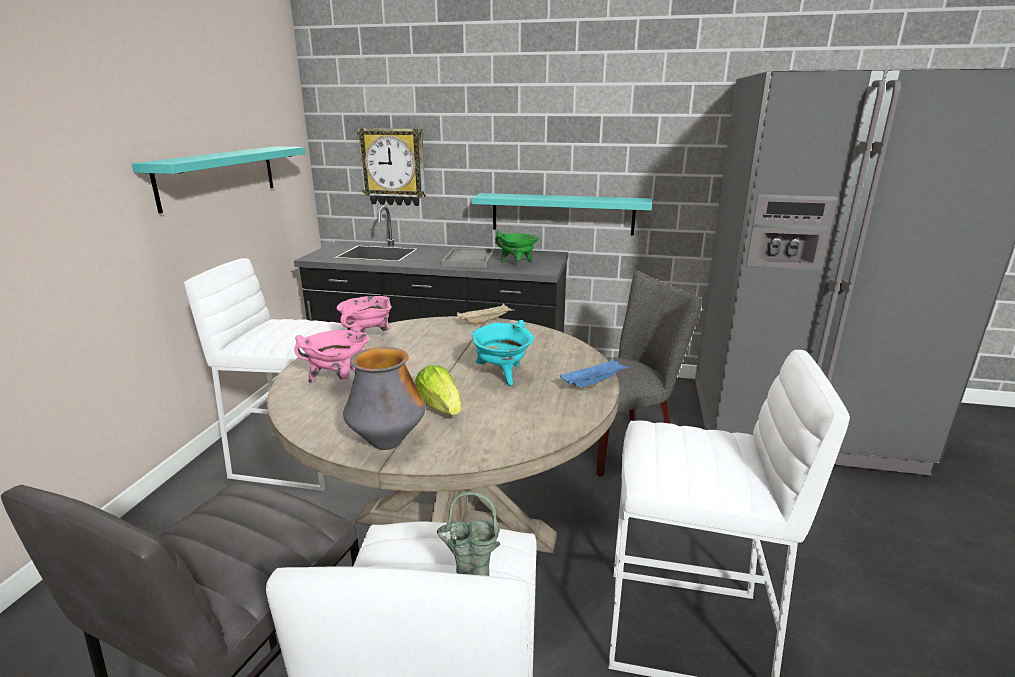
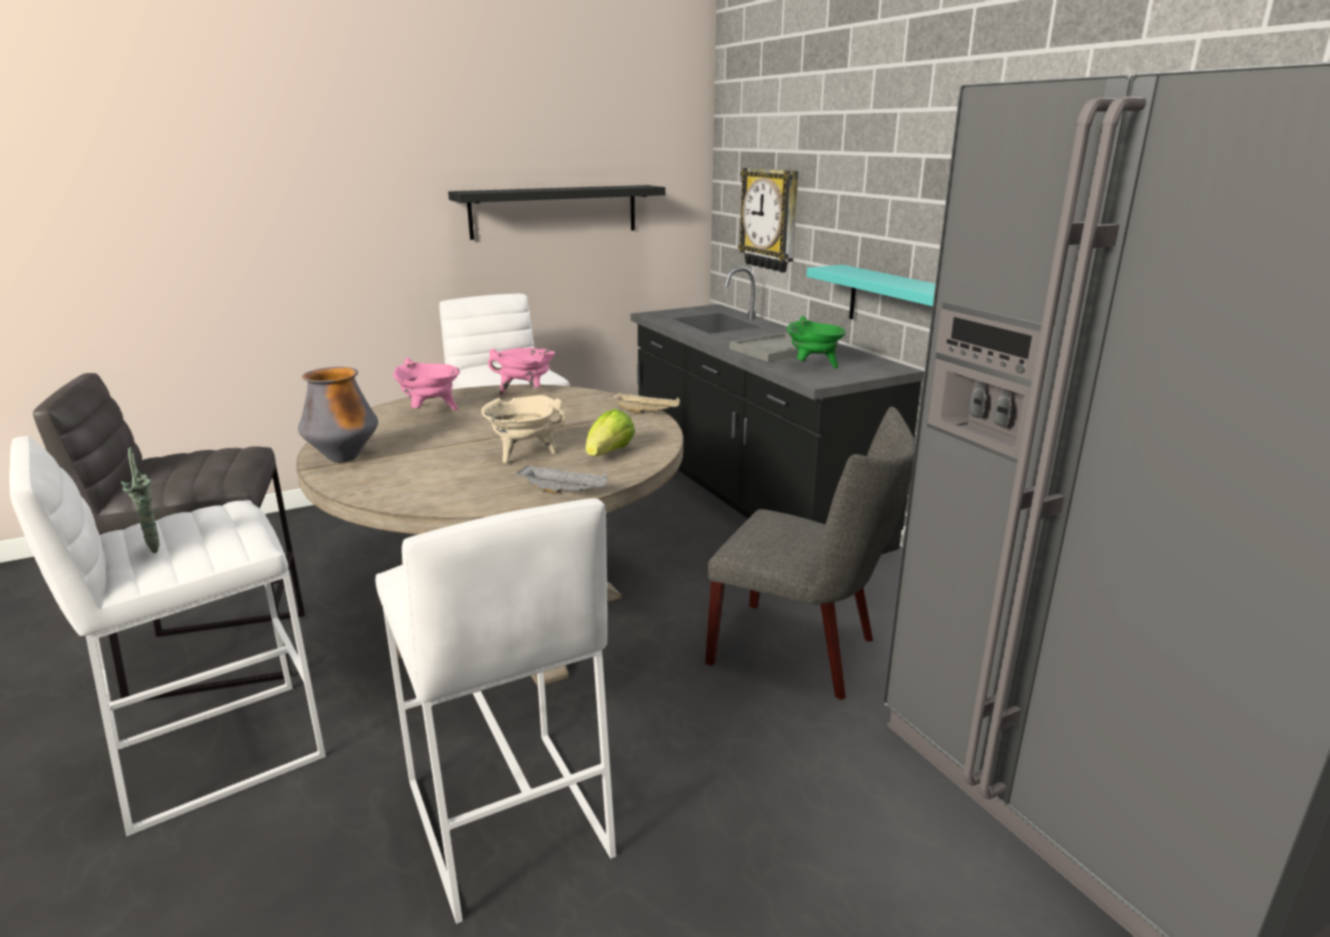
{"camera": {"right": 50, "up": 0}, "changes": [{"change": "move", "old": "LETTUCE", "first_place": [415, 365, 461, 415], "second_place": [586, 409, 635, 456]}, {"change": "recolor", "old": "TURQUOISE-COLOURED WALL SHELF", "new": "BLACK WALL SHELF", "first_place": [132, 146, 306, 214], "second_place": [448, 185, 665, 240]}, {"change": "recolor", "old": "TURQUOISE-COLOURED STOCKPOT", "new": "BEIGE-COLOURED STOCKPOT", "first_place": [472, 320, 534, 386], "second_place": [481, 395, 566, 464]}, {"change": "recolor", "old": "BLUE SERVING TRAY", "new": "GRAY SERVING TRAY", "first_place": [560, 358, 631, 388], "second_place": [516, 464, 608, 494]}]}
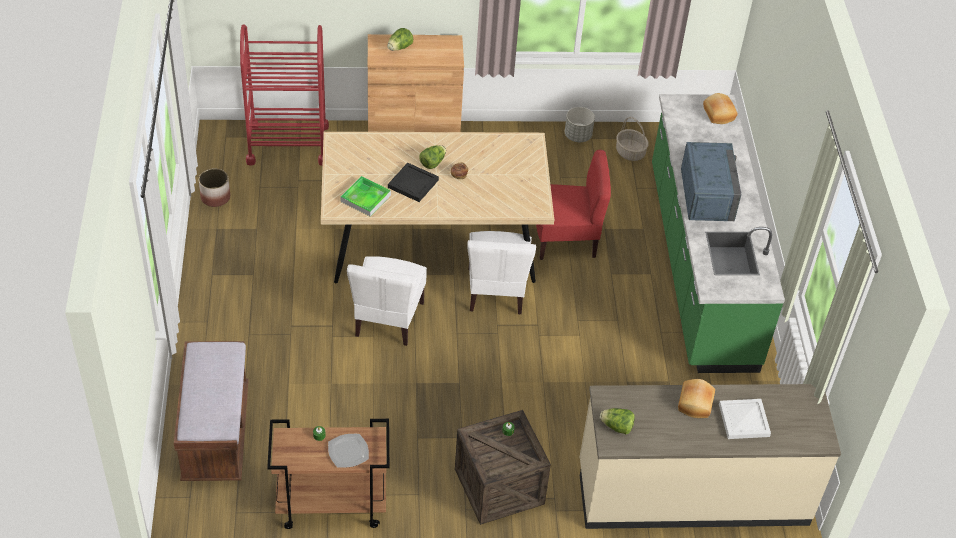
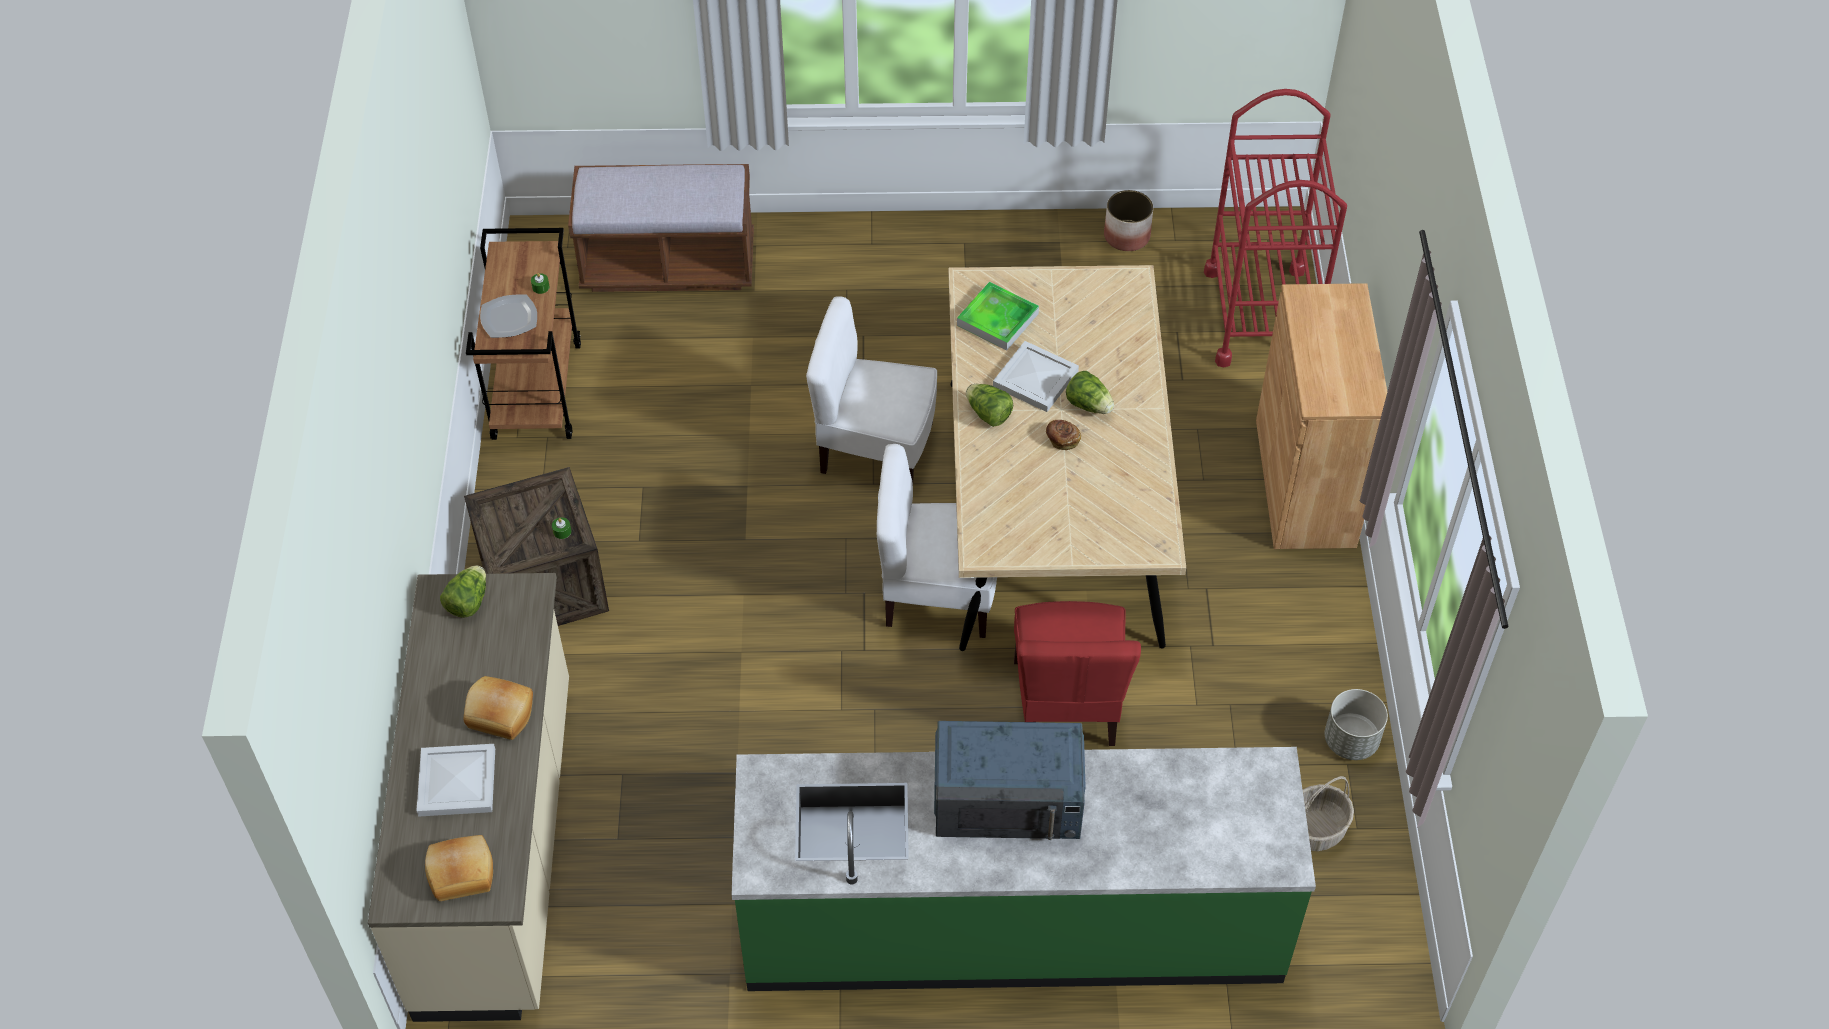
{"camera": {"right": 95, "up": 5}, "changes": [{"change": "move", "old": "LETTUCE", "first_place": [387, 28, 413, 51], "second_place": [966, 384, 1013, 427]}, {"change": "move", "old": "BAKERY BREAD", "first_place": [703, 93, 737, 124], "second_place": [425, 835, 493, 901]}, {"change": "recolor", "old": "BLACK SERVING TRAY", "new": "WHITISH SERVING TRAY", "first_place": [388, 163, 439, 202], "second_place": [993, 341, 1079, 412]}]}
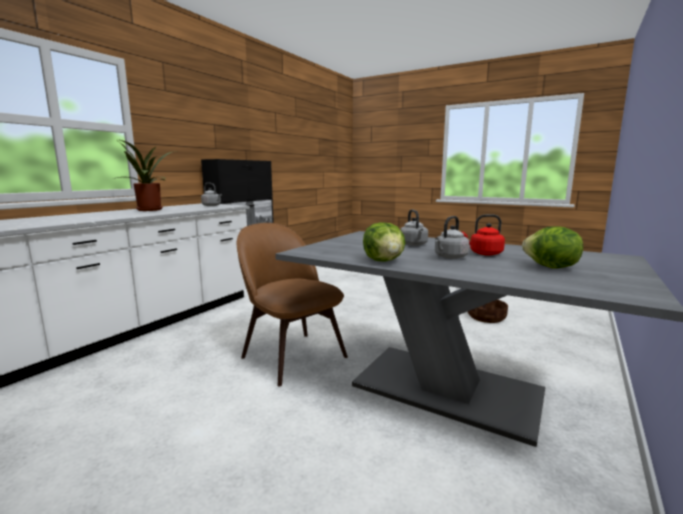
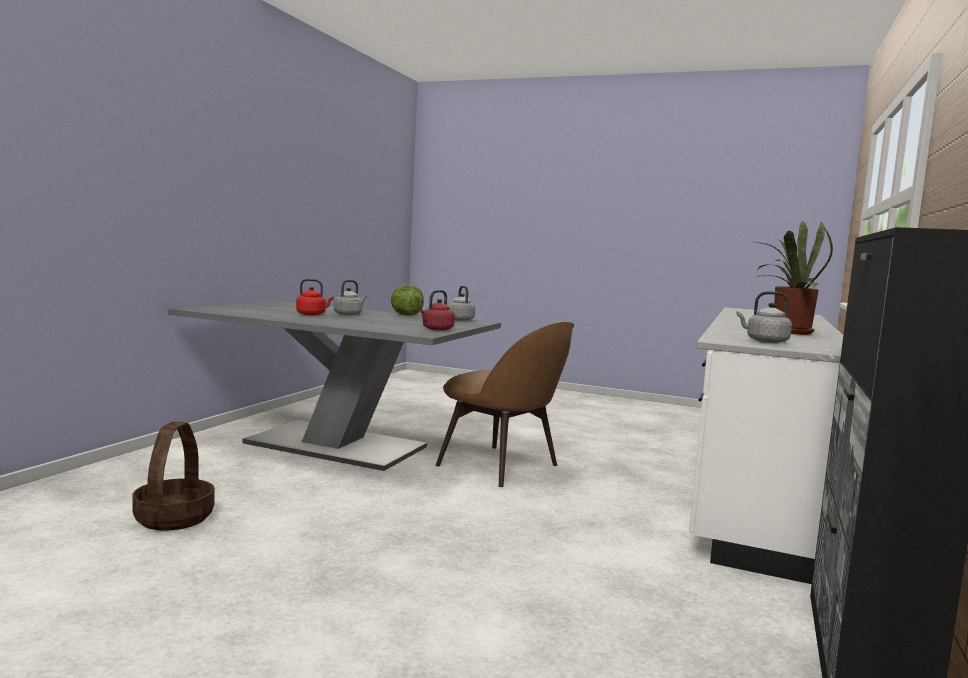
{"camera": {"right": 170, "up": -5}, "changes": [{"change": "delete", "old": "LETTUCE", "first_place": [522, 226, 583, 268]}, {"change": "insert", "new": "RED KETTLE", "second_place": [419, 290, 455, 331]}, {"change": "move", "old": "GRAY KETTLE", "first_place": [400, 209, 428, 246], "second_place": [448, 286, 475, 321]}]}
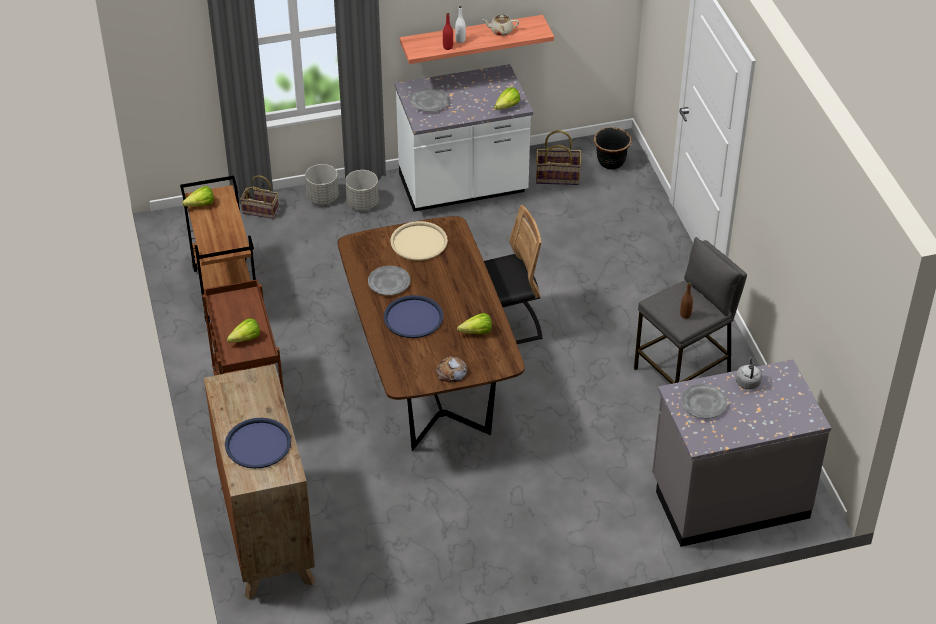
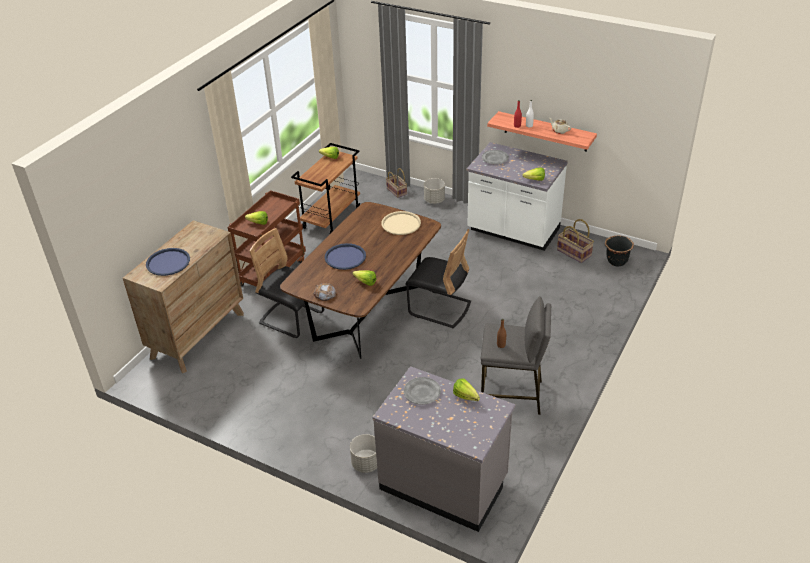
{"camera": {"right": 45, "up": -5}, "changes": [{"change": "delete", "old": "GRAY DINNER PLATE", "first_place": [368, 266, 411, 295]}, {"change": "insert", "new": "BLACK UPRIGHT CHAIR", "second_place": [249, 228, 324, 338]}, {"change": "move", "old": "GRAY FLOWER POT", "first_place": [345, 170, 379, 210], "second_place": [350, 434, 377, 473]}, {"change": "replace", "old": "GRAY KETTLE", "new": "LETTUCE", "first_place": [736, 357, 762, 390], "second_place": [453, 379, 480, 401]}]}
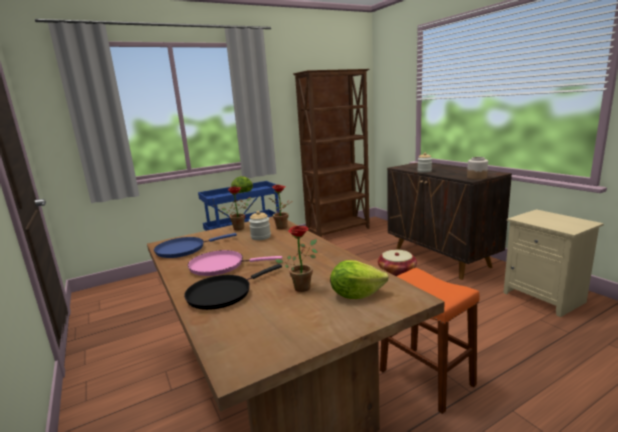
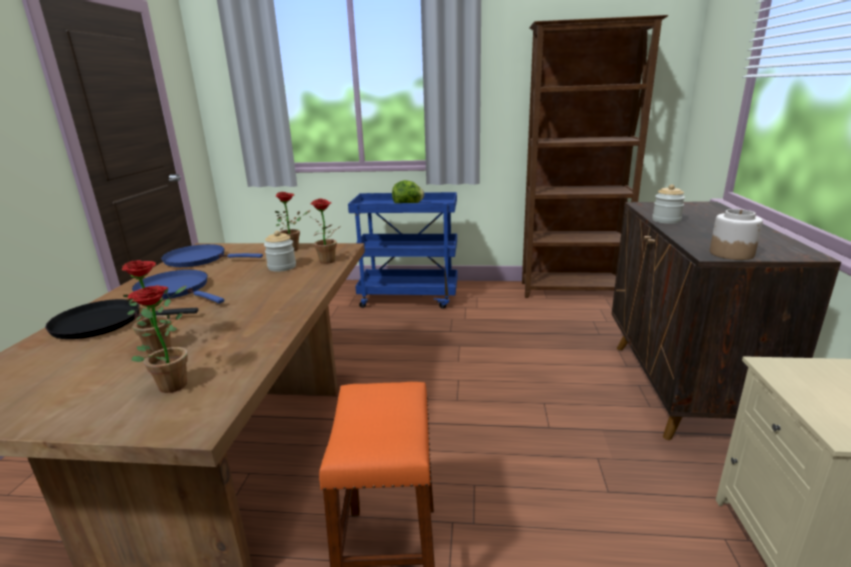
{"camera": {"right": 35, "up": 5}, "changes": [{"change": "delete", "old": "BASKET", "first_place": [378, 250, 417, 276]}, {"change": "replace", "old": "LETTUCE", "new": "PLANT IN A POT", "first_place": [330, 260, 388, 299], "second_place": [128, 285, 188, 393]}, {"change": "recolor", "old": "PINKISH FRYING PAN", "new": "BLUE FRYING PAN", "first_place": [188, 250, 282, 276], "second_place": [132, 270, 224, 303]}]}
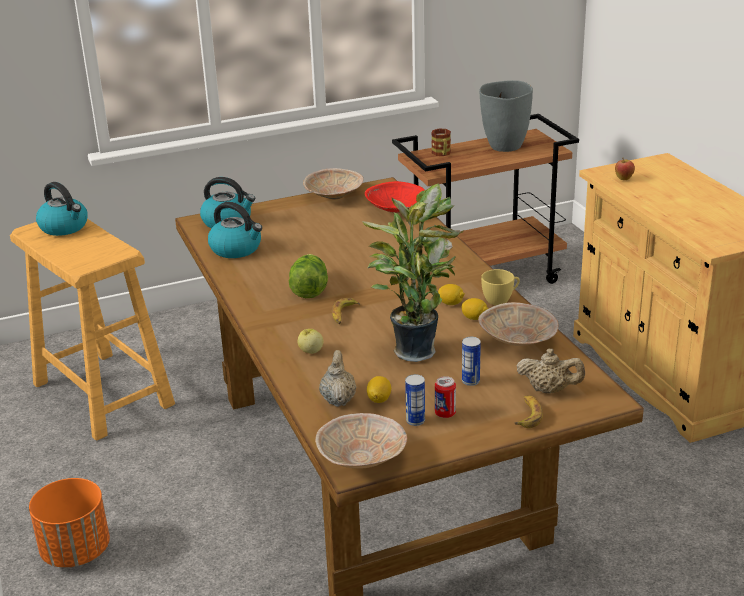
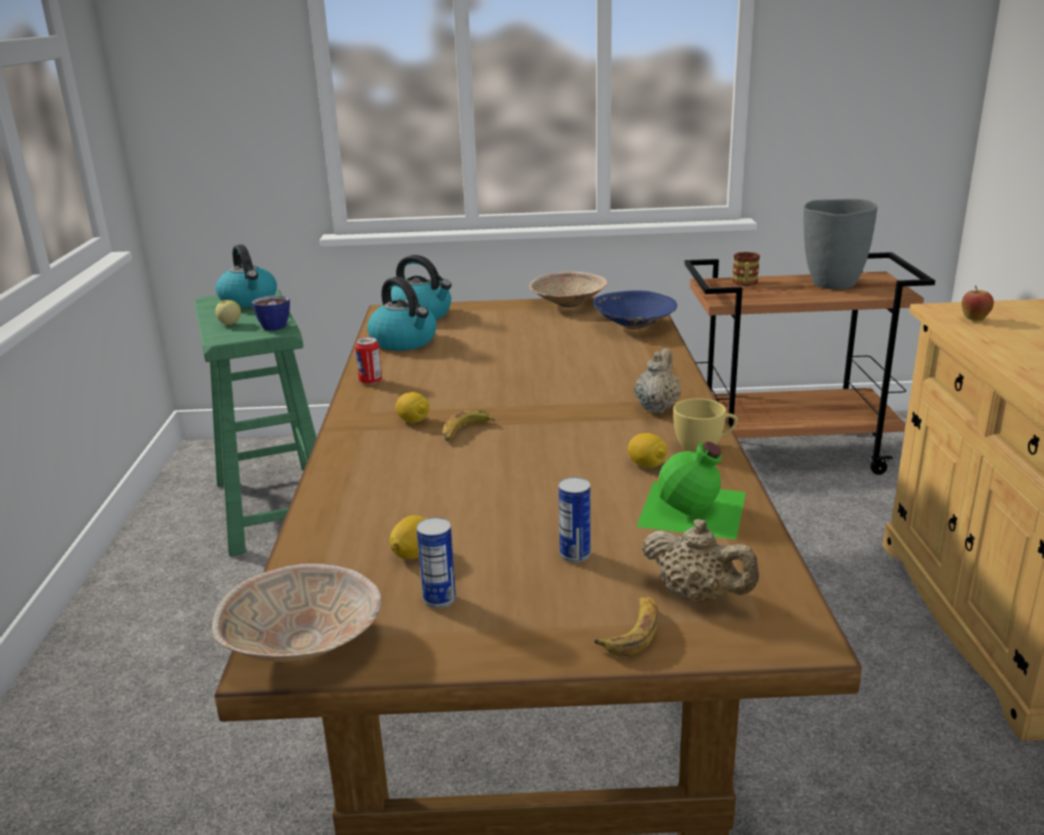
{"camera": {"right": 20, "up": -5}, "changes": [{"change": "delete", "old": "ORANGEY FLOWER POT", "first_place": [29, 478, 110, 568]}, {"change": "delete", "old": "LETTUCE", "first_place": [289, 254, 328, 298]}, {"change": "delete", "old": "PLANT IN A POT", "first_place": [362, 183, 464, 362]}, {"change": "insert", "new": "CUP", "second_place": [252, 295, 290, 330]}, {"change": "move", "old": "APPLE", "first_place": [298, 329, 323, 354], "second_place": [215, 300, 241, 325]}, {"change": "move", "old": "BEIGE-COLOURED POT FOR TEA", "first_place": [319, 350, 357, 407], "second_place": [634, 348, 681, 414]}, {"change": "move", "old": "SEALED CAN", "first_place": [435, 376, 456, 418], "second_place": [355, 337, 382, 385]}, {"change": "move", "old": "LEMON", "first_place": [438, 284, 465, 305], "second_place": [396, 392, 429, 423]}, {"change": "replace", "old": "BEIGE-COLOURED BOWL", "new": "GREENISH BOTTLE", "first_place": [478, 302, 558, 346], "second_place": [636, 442, 746, 539]}, {"change": "recolor", "old": "BEIGE-COLOURED STOOL SEAT", "new": "GREENISH STOOL SEAT", "first_place": [10, 219, 175, 441], "second_place": [194, 289, 317, 556]}, {"change": "recolor", "old": "RED BOWL", "new": "BLUE BOWL", "first_place": [365, 181, 425, 214], "second_place": [593, 290, 677, 329]}]}
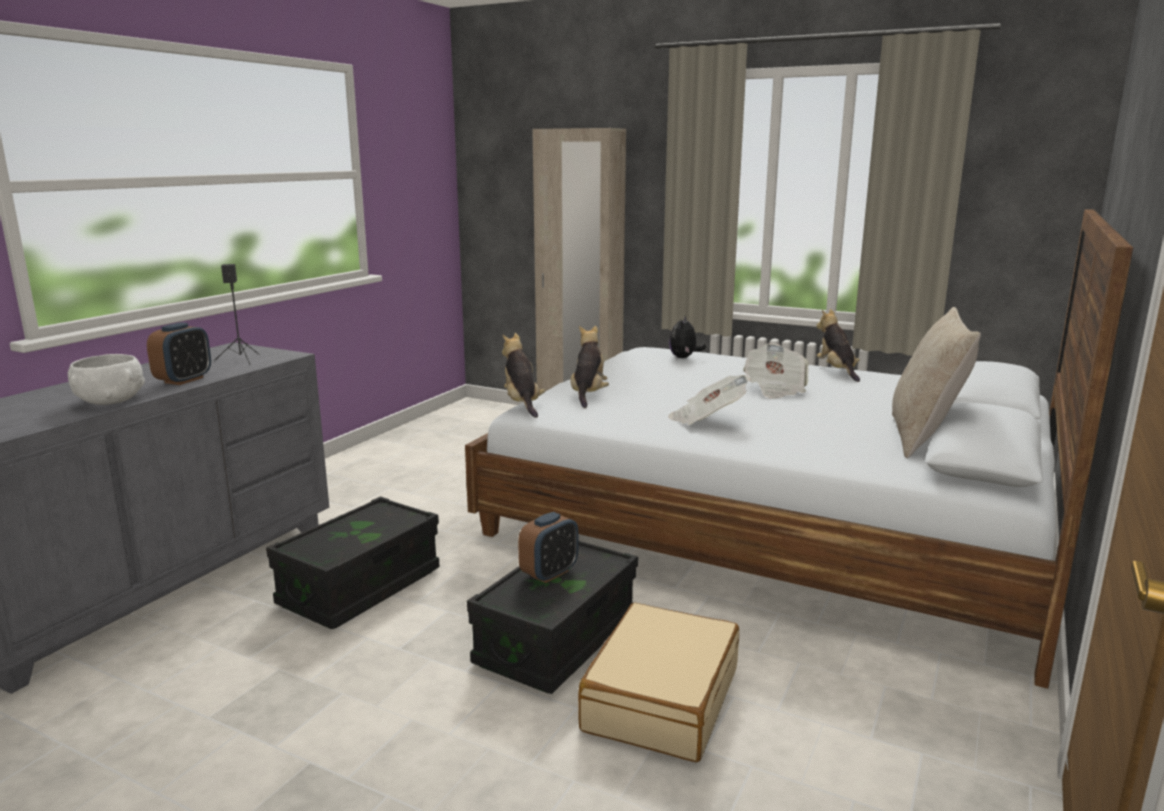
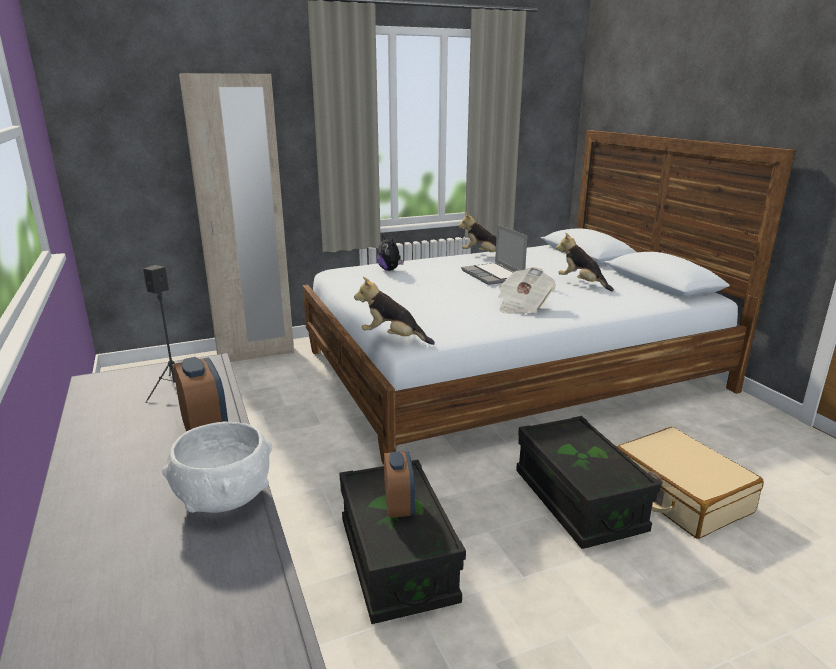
{"camera": {"right": -50, "up": 5}, "changes": [{"change": "delete", "old": "BEIGE-COLOURED CUSHION", "first_place": [892, 307, 981, 458]}, {"change": "move", "old": "TABLE CLOCK", "first_place": [518, 512, 578, 583], "second_place": [384, 451, 415, 517]}, {"change": "move", "old": "SOFT TOY", "first_place": [570, 326, 609, 408], "second_place": [556, 233, 614, 291]}, {"change": "replace", "old": "DAILY PAPER", "new": "LAPTOP", "first_place": [743, 343, 809, 399], "second_place": [461, 224, 527, 285]}]}
